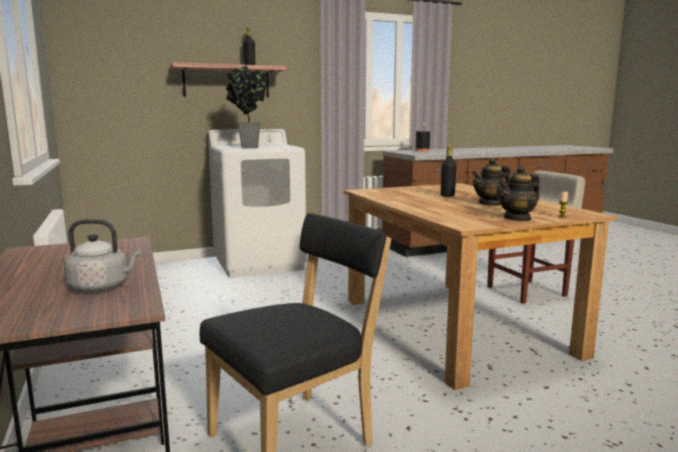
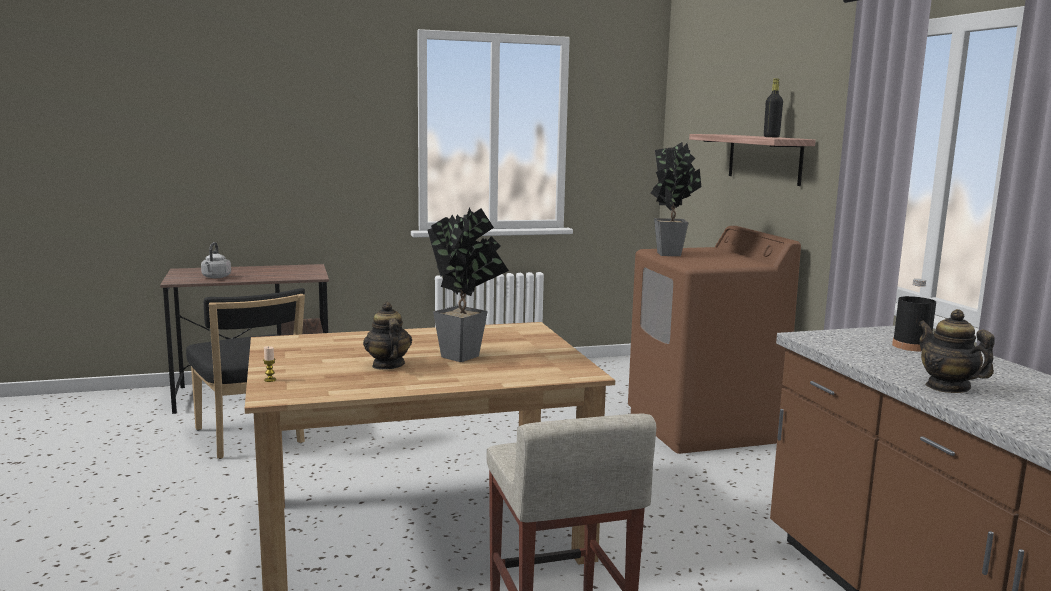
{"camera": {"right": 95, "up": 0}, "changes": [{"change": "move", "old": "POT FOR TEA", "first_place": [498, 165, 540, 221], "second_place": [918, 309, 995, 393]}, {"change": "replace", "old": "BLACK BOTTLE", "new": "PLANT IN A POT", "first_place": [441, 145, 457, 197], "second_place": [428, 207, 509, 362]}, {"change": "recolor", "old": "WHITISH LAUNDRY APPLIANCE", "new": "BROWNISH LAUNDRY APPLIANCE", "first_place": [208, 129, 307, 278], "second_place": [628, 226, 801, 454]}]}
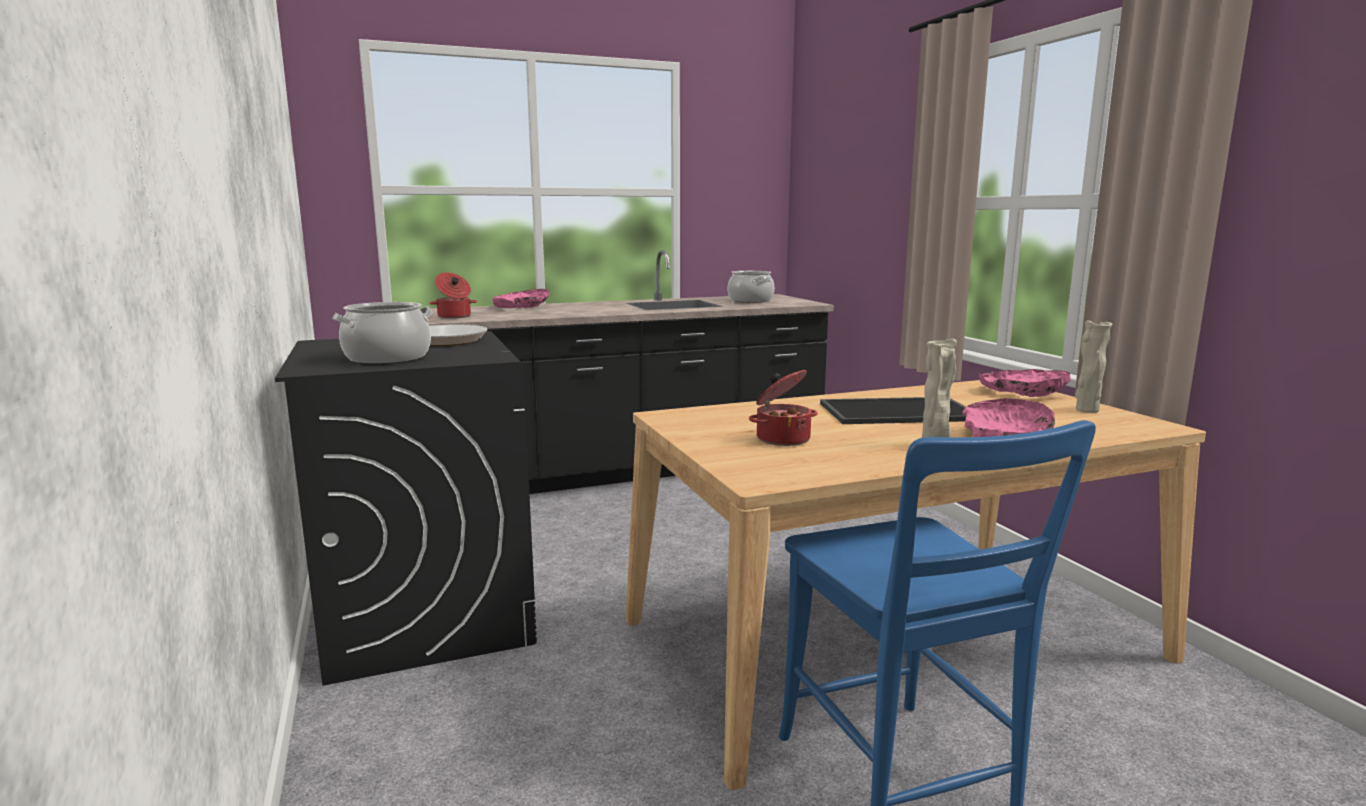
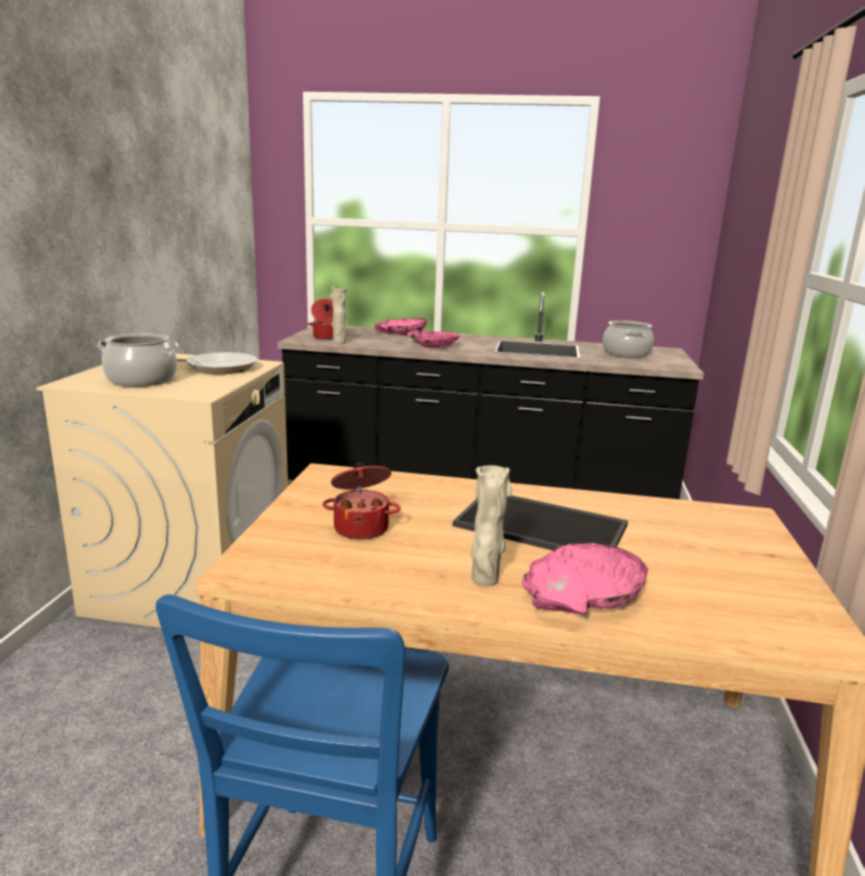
{"camera": {"right": 30, "up": 5}, "changes": [{"change": "move", "old": "PINKISH BOWL", "first_place": [979, 369, 1071, 397], "second_place": [408, 330, 460, 348]}, {"change": "move", "old": "BEIGE-COLOURED DECORATIVE VASE", "first_place": [1075, 320, 1112, 413], "second_place": [330, 286, 347, 344]}, {"change": "recolor", "old": "BLACK LAUNDRY APPLIANCE", "new": "BEIGE-COLOURED LAUNDRY APPLIANCE", "first_place": [275, 331, 537, 686], "second_place": [36, 353, 288, 628]}]}
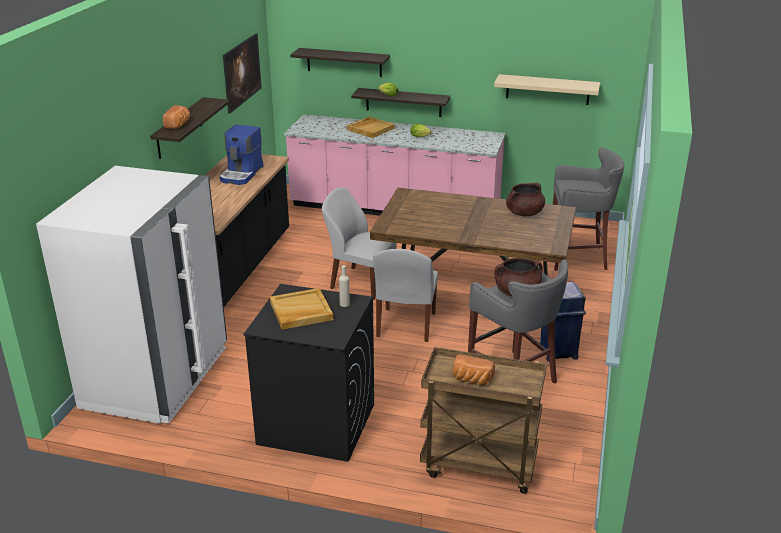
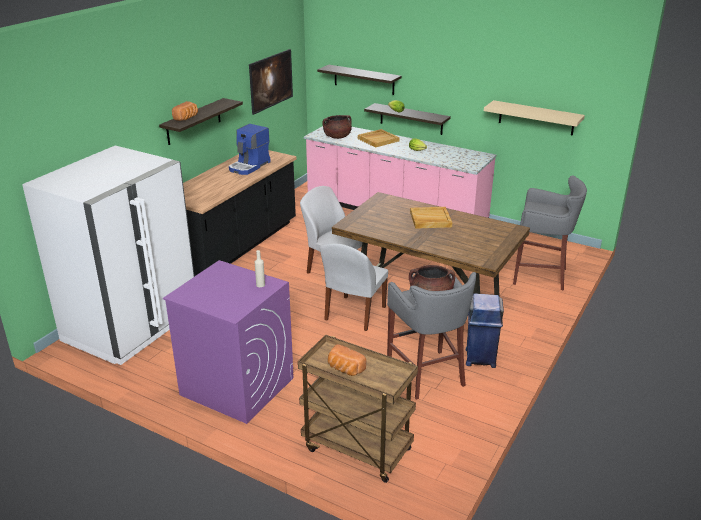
{"camera": {"right": 15, "up": 0}, "changes": [{"change": "move", "old": "BEIGE-COLOURED SERVING TRAY", "first_place": [270, 288, 333, 330], "second_place": [410, 207, 452, 229]}, {"change": "move", "old": "BROWNISH STOCKPOT", "first_place": [506, 183, 545, 216], "second_place": [322, 115, 352, 139]}, {"change": "recolor", "old": "BLACK LAUNDRY APPLIANCE", "new": "PURPLE LAUNDRY APPLIANCE", "first_place": [243, 284, 374, 462], "second_place": [163, 260, 294, 424]}]}
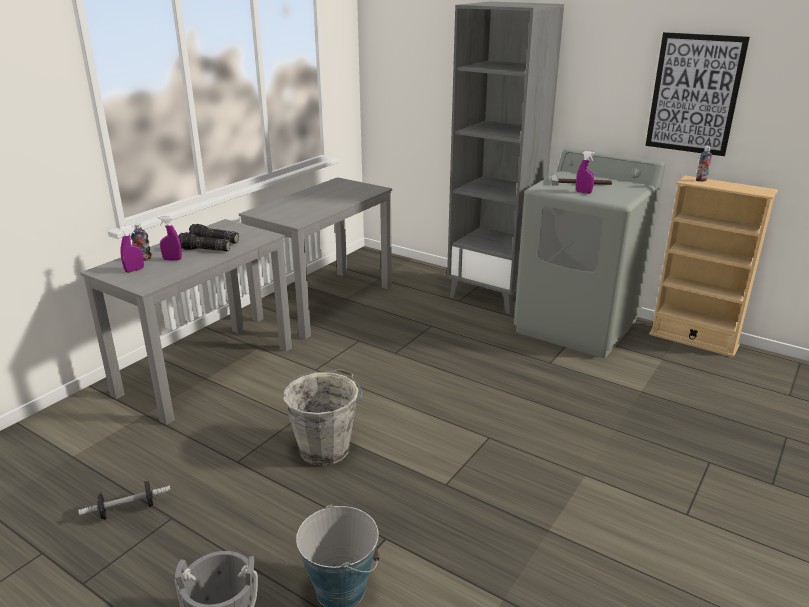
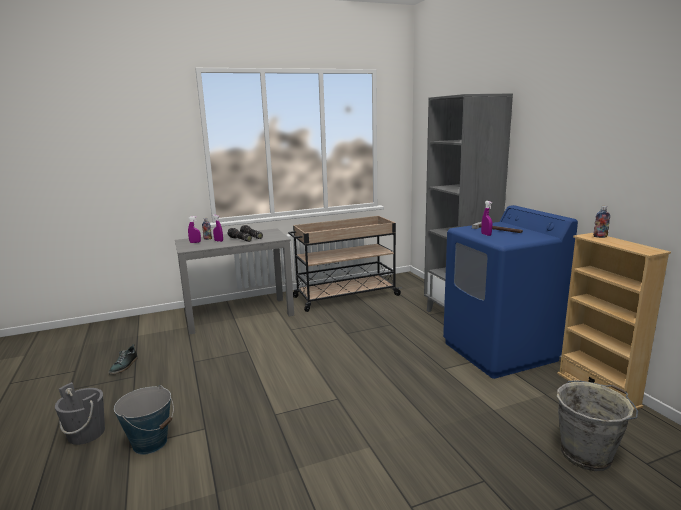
{"camera": {"right": 35, "up": -10}, "changes": [{"change": "delete", "old": "PICTURE", "first_place": [645, 32, 750, 156]}, {"change": "move", "old": "GRAY WATER BUCKET", "first_place": [284, 369, 362, 466], "second_place": [557, 380, 638, 471]}, {"change": "replace", "old": "HAND WEIGHT", "new": "SHOE", "first_place": [78, 481, 171, 520], "second_place": [109, 344, 138, 375]}, {"change": "replace", "old": "GRAY DESK UNIT", "new": "BEIGE-COLOURED TROLLEY", "first_place": [239, 177, 393, 339], "second_place": [288, 216, 402, 312]}, {"change": "recolor", "old": "GRAY LAUNDRY APPLIANCE", "new": "BLUE LAUNDRY APPLIANCE", "first_place": [514, 148, 665, 358], "second_place": [443, 205, 578, 379]}]}
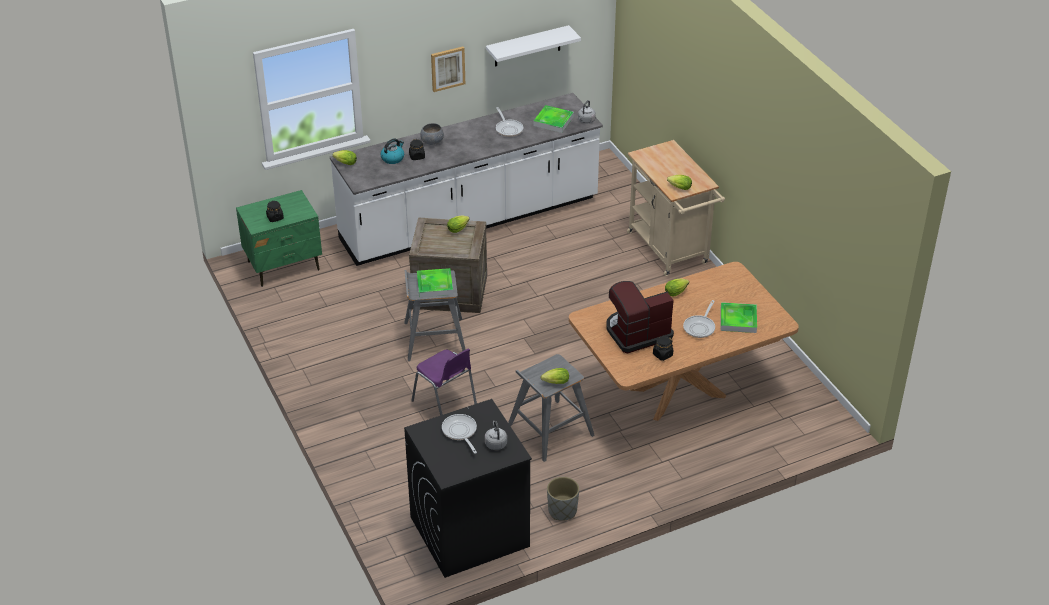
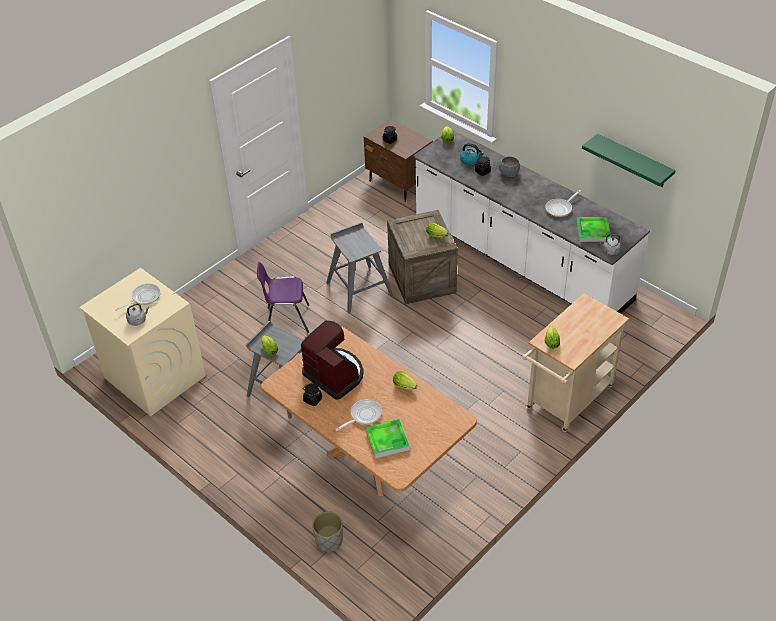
{"camera": {"right": 70, "up": 5}, "changes": [{"change": "delete", "old": "SERVING TRAY", "first_place": [417, 268, 453, 297]}, {"change": "delete", "old": "PICTURE", "first_place": [431, 47, 465, 92]}, {"change": "move", "old": "GRAY FLOWER POT", "first_place": [547, 477, 579, 521], "second_place": [312, 512, 343, 552]}, {"change": "recolor", "old": "GREENISH BEDSIDE TABLE", "new": "BROWNISH BEDSIDE TABLE", "first_place": [236, 190, 322, 287], "second_place": [364, 119, 433, 202]}, {"change": "recolor", "old": "BLACK LAUNDRY APPLIANCE", "new": "BEIGE-COLOURED LAUNDRY APPLIANCE", "first_place": [404, 399, 532, 578], "second_place": [79, 268, 206, 416]}, {"change": "recolor", "old": "WHITISH WALL SHELF", "new": "GREENISH WALL SHELF", "first_place": [486, 25, 581, 67], "second_place": [582, 134, 676, 188]}, {"change": "rotate", "old": "PURPLE UPRIGHT CHAIR", "first_place": [411, 349, 477, 416], "second_place": [257, 262, 310, 333], "degrees": 60}, {"change": "rotate", "old": "FRYING PAN", "first_place": [683, 300, 715, 338], "second_place": [335, 399, 382, 431], "degrees": 135}]}
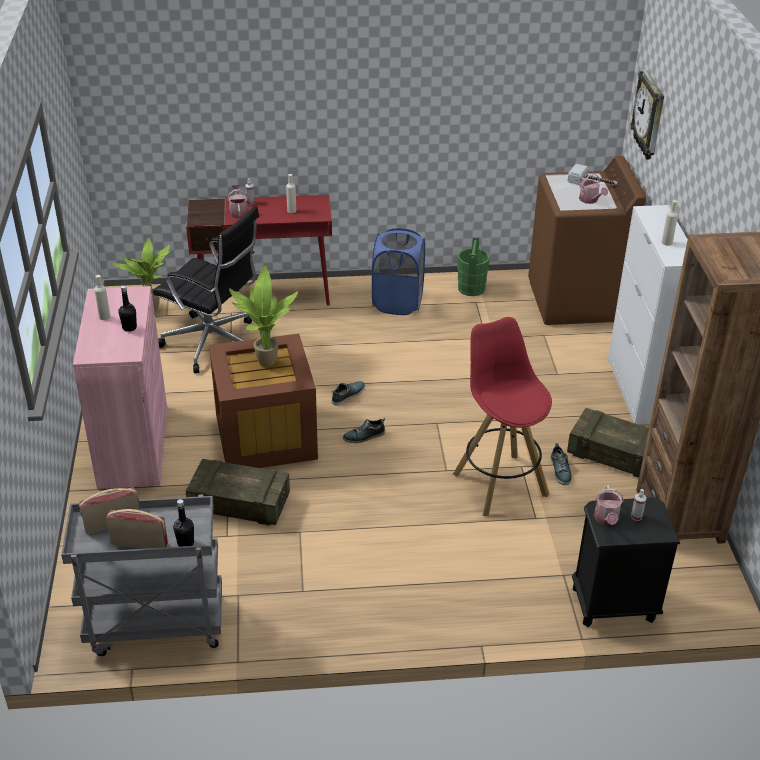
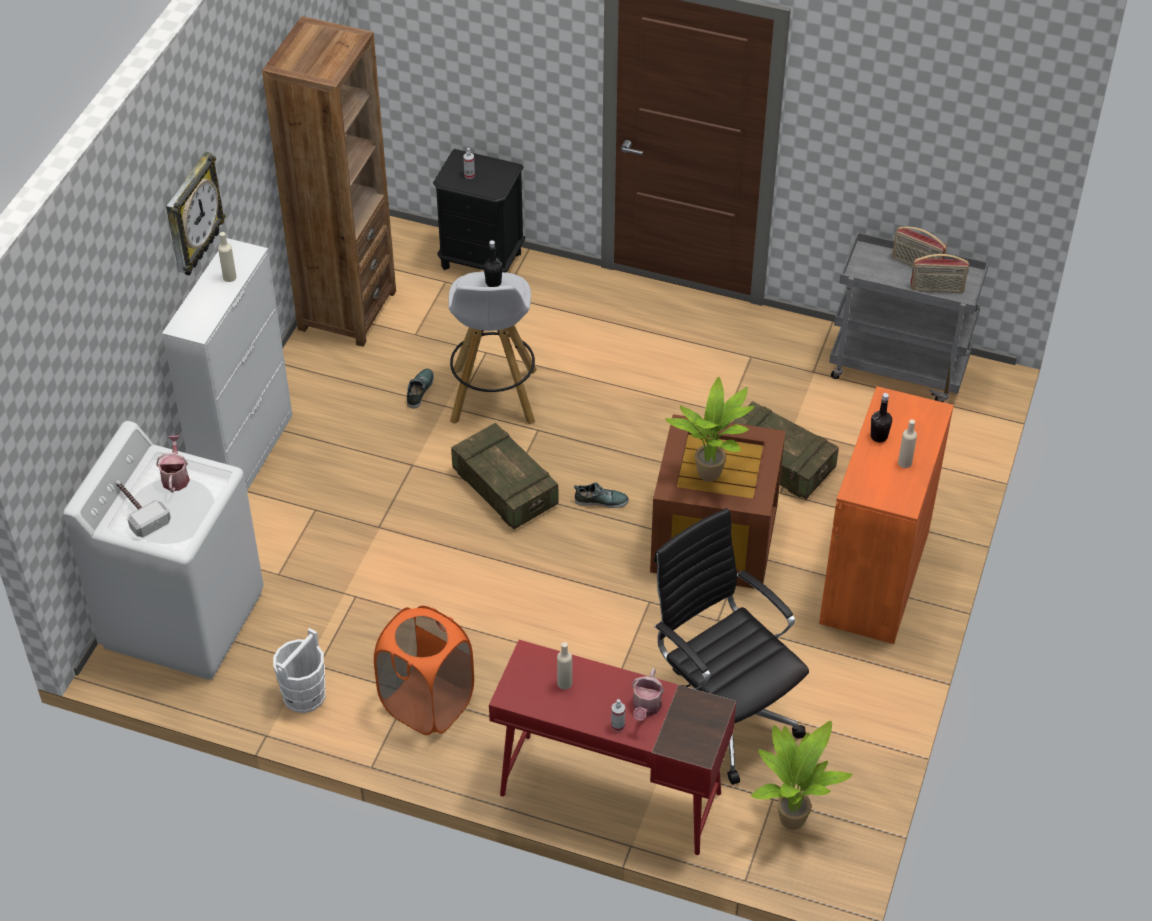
{"camera": {"right": -155, "up": 10}, "changes": [{"change": "delete", "old": "SHOE", "first_place": [332, 381, 365, 406]}, {"change": "delete", "old": "WATERING CAN", "first_place": [594, 485, 624, 525]}, {"change": "move", "old": "BLACK BOTTLE", "first_place": [173, 499, 194, 547], "second_place": [484, 240, 503, 287]}, {"change": "move", "old": "PACKING CRATE", "first_place": [567, 408, 649, 478], "second_place": [451, 423, 559, 529]}, {"change": "move", "old": "CLOCK ON THE WALL", "first_place": [630, 70, 664, 159], "second_place": [166, 152, 226, 275]}, {"change": "recolor", "old": "PINKISH STORAGE CABINET", "new": "ORANGEY STORAGE CABINET", "first_place": [73, 286, 167, 489], "second_place": [819, 386, 954, 644]}, {"change": "recolor", "old": "BLUE HAMPER", "new": "ORANGEY HAMPER", "first_place": [372, 228, 425, 315], "second_place": [374, 606, 474, 735]}, {"change": "recolor", "old": "RED STOOL SEAT", "new": "WHITISH STOOL SEAT", "first_place": [453, 317, 552, 516], "second_place": [449, 272, 537, 424]}, {"change": "recolor", "old": "GREENISH WATER BUCKET", "new": "WHITISH WATER BUCKET", "first_place": [457, 237, 490, 296], "second_place": [273, 628, 325, 713]}, {"change": "recolor", "old": "BROWNISH LAUNDRY APPLIANCE", "new": "WHITISH LAUNDRY APPLIANCE", "first_place": [528, 156, 646, 325], "second_place": [63, 421, 264, 680]}]}
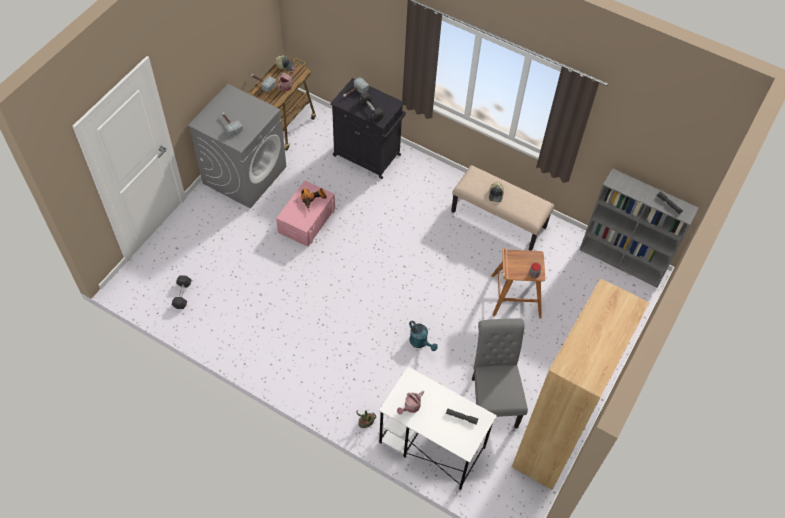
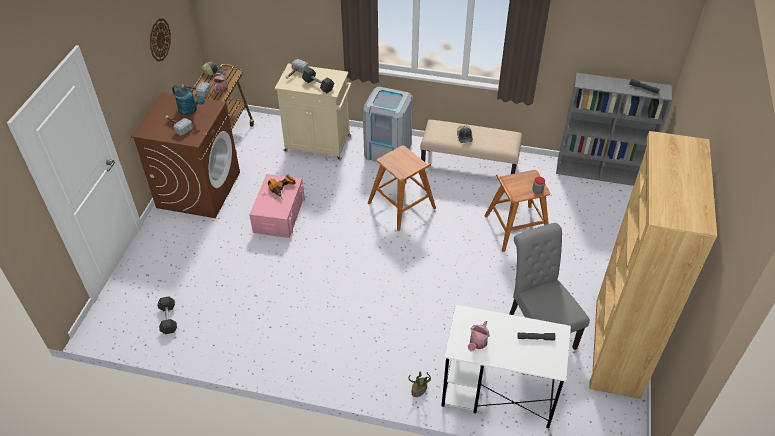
{"camera": {"right": -15, "up": -10}, "changes": [{"change": "insert", "new": "CLOCK ON THE WALL", "second_place": [150, 19, 171, 61]}, {"change": "insert", "new": "GRAY RUBBISH BIN", "second_place": [363, 87, 413, 162]}, {"change": "insert", "new": "BROWNISH STOOL SEAT", "second_place": [368, 145, 436, 231]}, {"change": "move", "old": "TURQUOISE-COLOURED WATERING CAN", "first_place": [409, 320, 438, 351], "second_place": [172, 85, 205, 115]}, {"change": "recolor", "old": "GRAY LAUNDRY APPLIANCE", "new": "BROWNISH LAUNDRY APPLIANCE", "first_place": [188, 84, 286, 209], "second_place": [131, 92, 240, 218]}, {"change": "recolor", "old": "BLACK STORAGE CABINET", "new": "BEIGE-COLOURED STORAGE CABINET", "first_place": [330, 78, 406, 179], "second_place": [275, 63, 351, 161]}]}
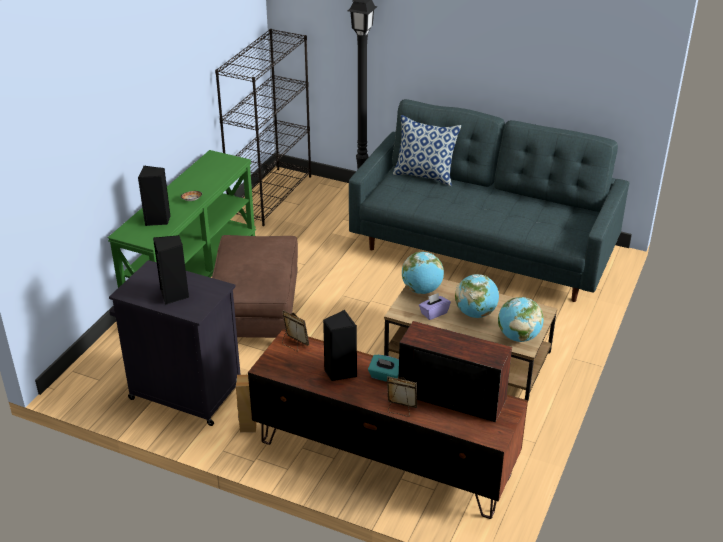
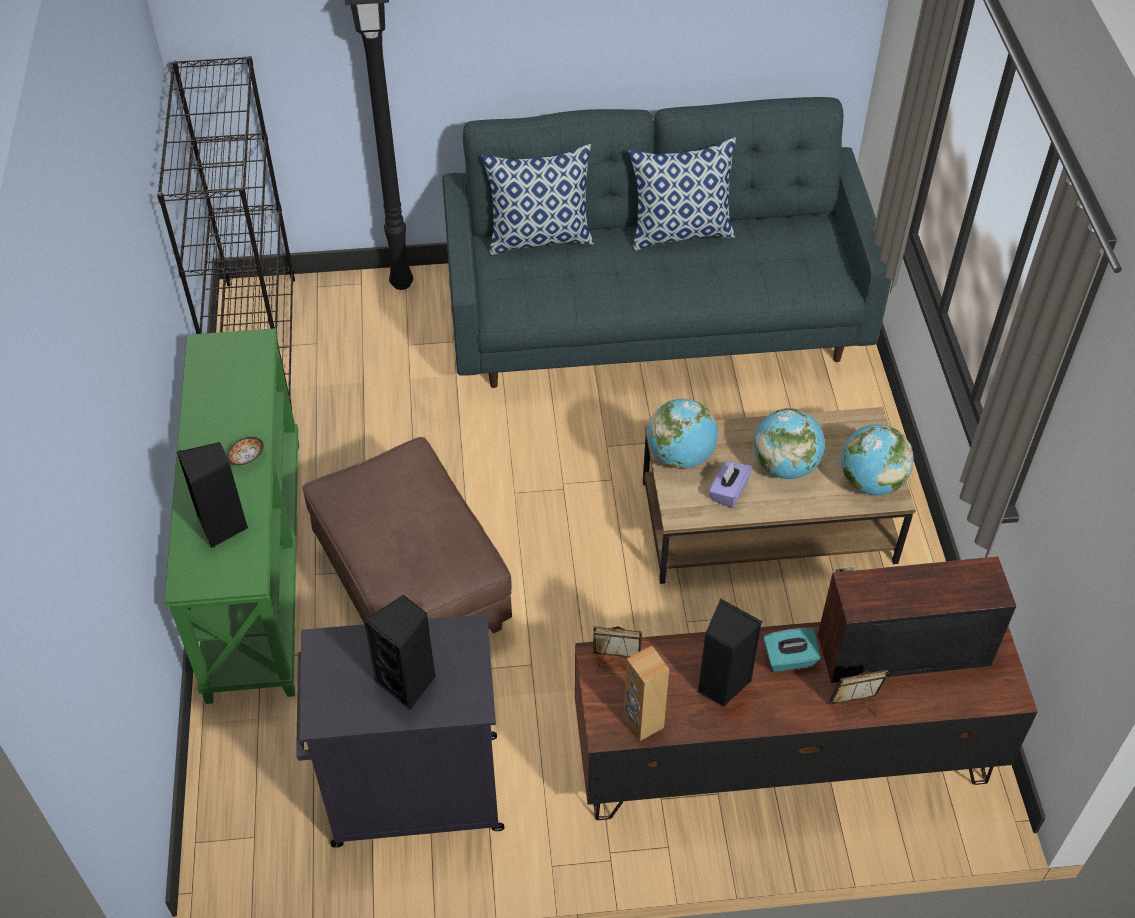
{"camera": {"right": -30, "up": 15}, "changes": [{"change": "insert", "new": "CUSHION", "second_place": [629, 137, 736, 251]}, {"change": "move", "old": "BROWNISH LOUDSPEAKER", "first_place": [236, 375, 257, 432], "second_place": [623, 646, 669, 741]}]}
